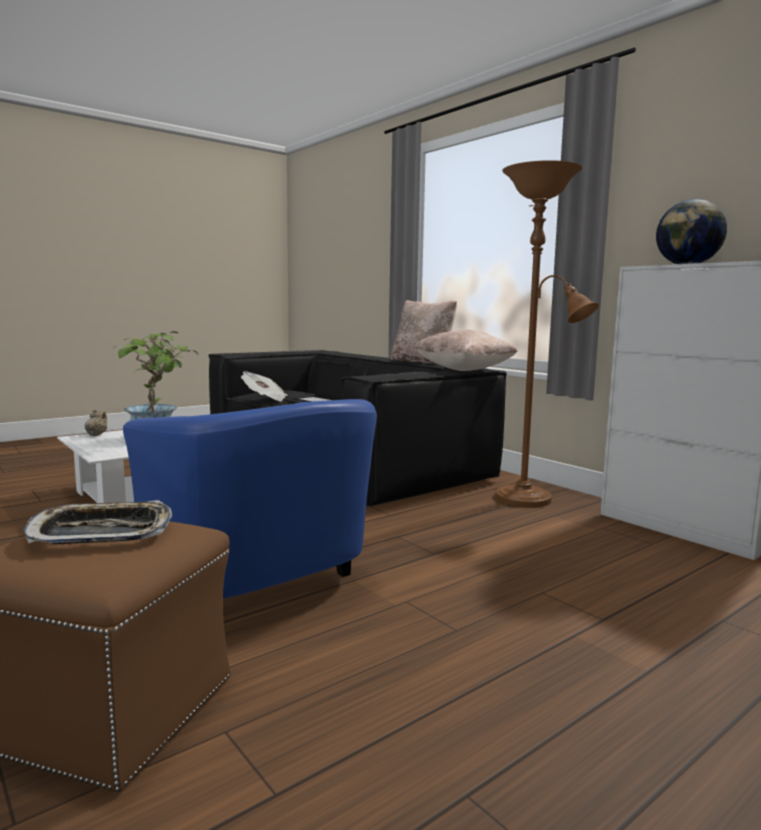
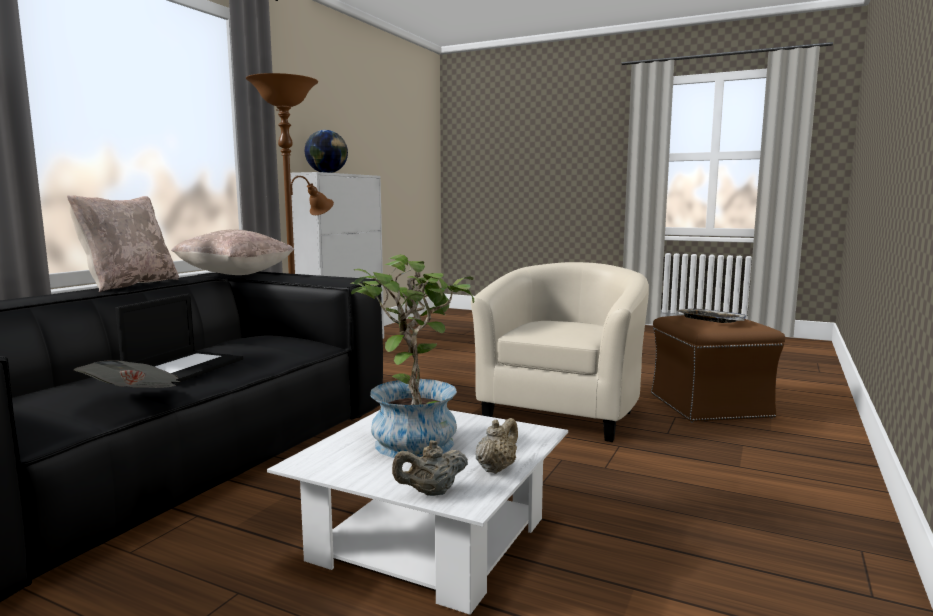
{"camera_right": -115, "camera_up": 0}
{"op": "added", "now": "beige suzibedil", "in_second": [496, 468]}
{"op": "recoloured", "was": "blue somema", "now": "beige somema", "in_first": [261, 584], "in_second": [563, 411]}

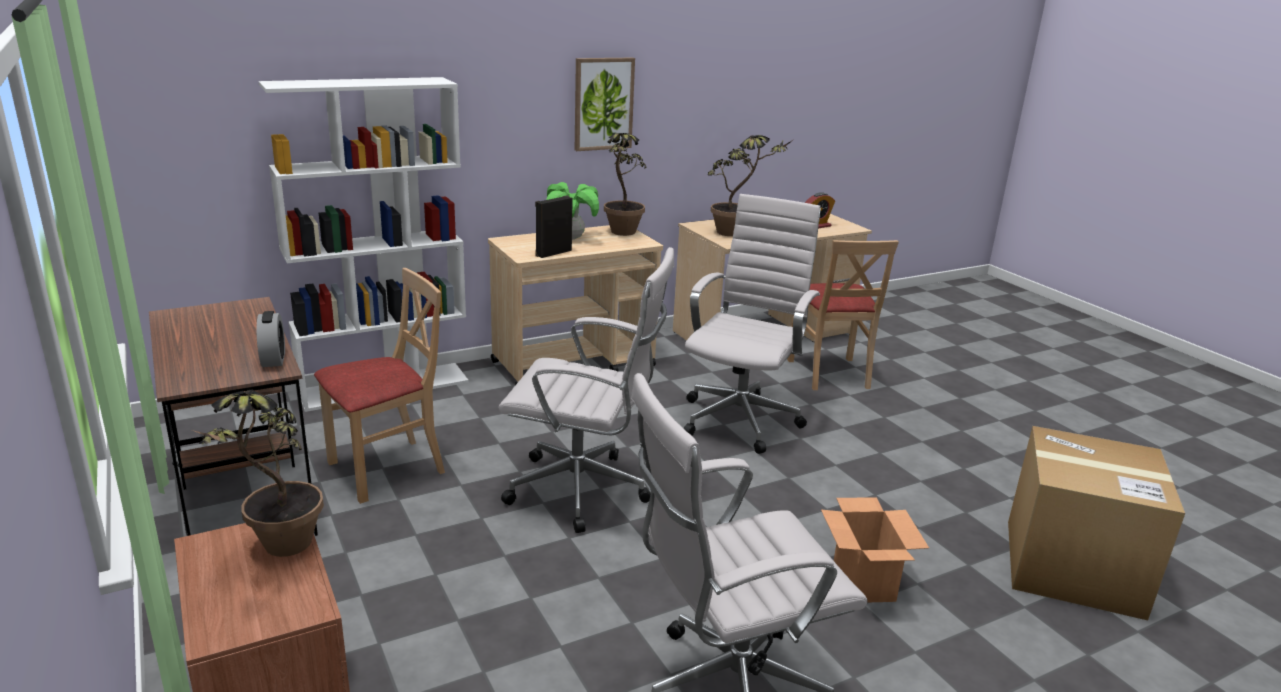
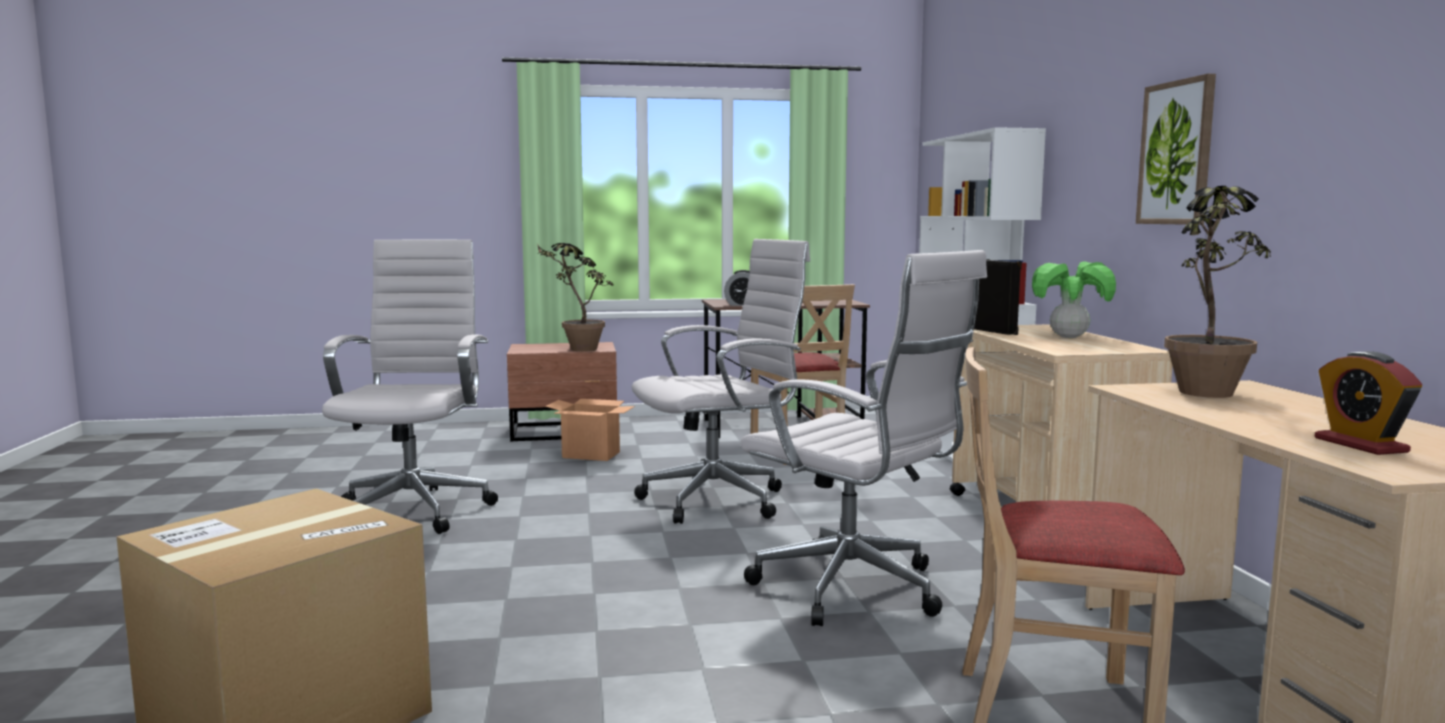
{"camera_right": 110, "camera_up": -15}
{"op": "removed", "was": "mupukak", "in_first": [621, 234]}
{"op": "moved", "was": "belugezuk", "in_first": [863, 581], "in_second": [592, 455]}
{"op": "turned", "was": "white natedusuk", "in_first": [584, 491], "in_second": [720, 500], "clockwise": -150}

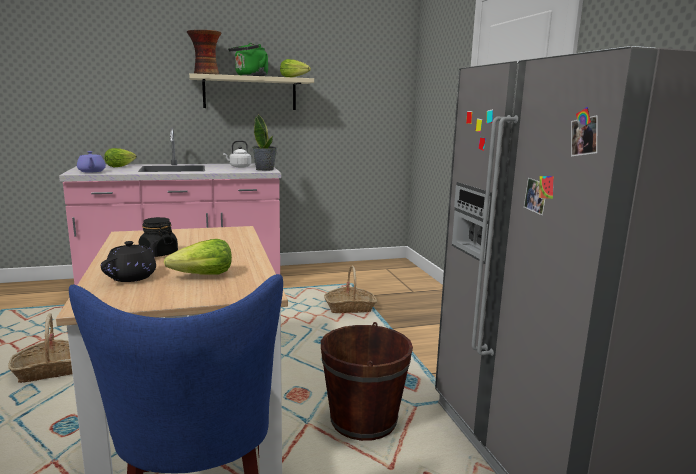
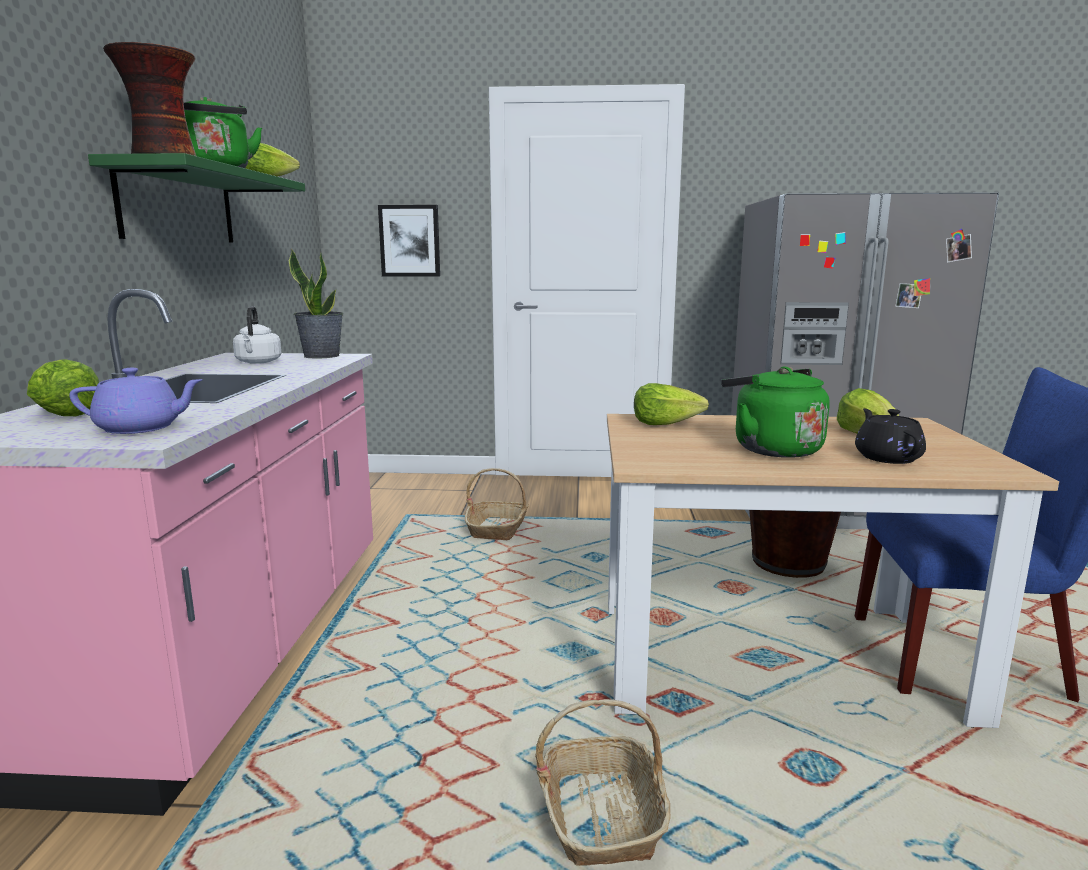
{"camera_right": -70, "camera_up": 0}
{"op": "added", "now": "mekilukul", "in_second": [410, 241]}
{"op": "added", "now": "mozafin", "in_second": [665, 423]}
{"op": "replaced", "was": "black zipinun", "now": "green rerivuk", "in_first": [158, 253], "in_second": [771, 449]}
{"op": "recoloured", "was": "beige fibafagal", "now": "green fibafagal", "in_first": [250, 93], "in_second": [178, 206]}
{"op": "turned", "was": "black suzibedil", "in_first": [133, 276], "in_second": [886, 457], "clockwise": 45}

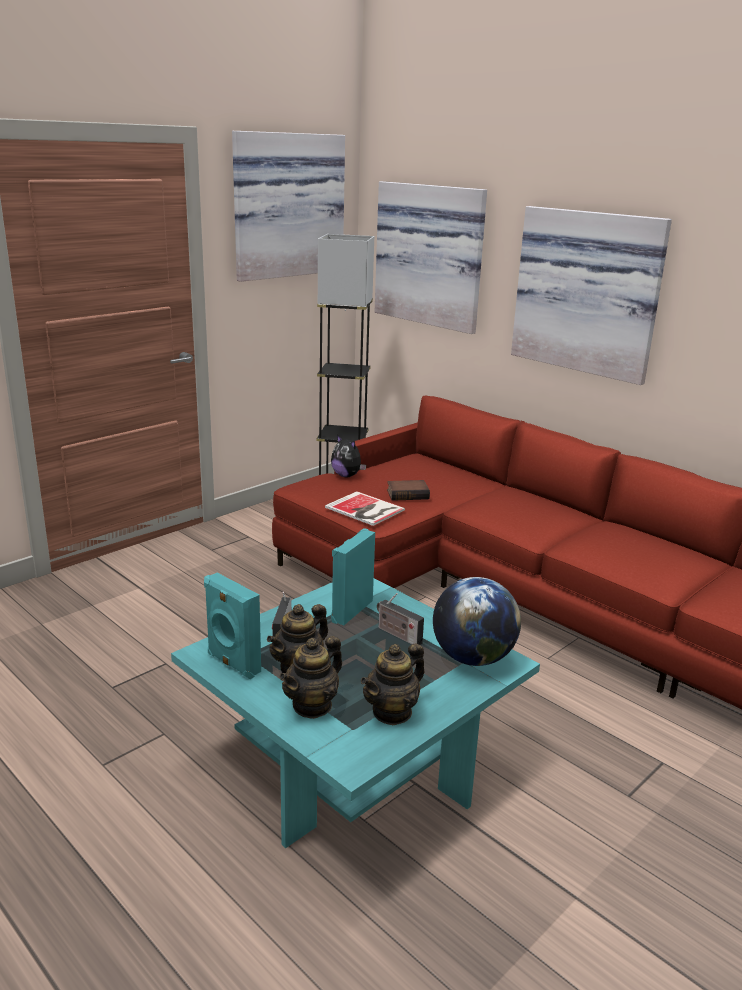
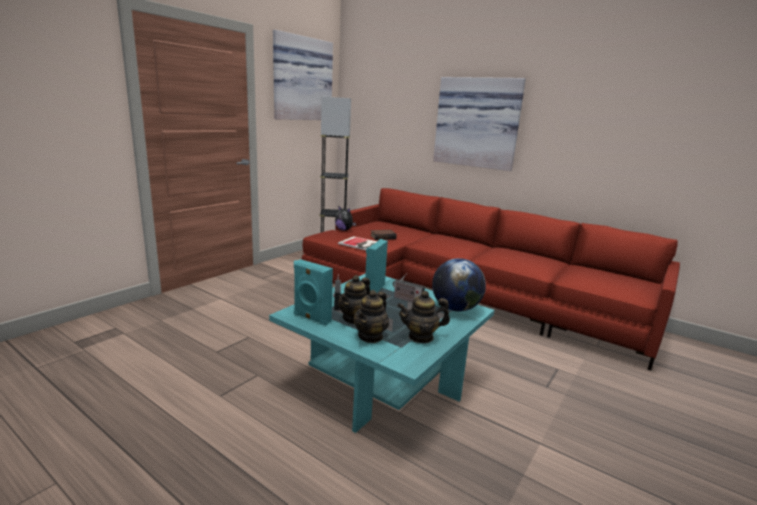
{"camera_right": -10, "camera_up": -5}
{"op": "removed", "was": "mekilukul", "in_first": [431, 255]}
{"op": "turned", "was": "suzibedil", "in_first": [392, 712], "in_second": [421, 337], "clockwise": 45}

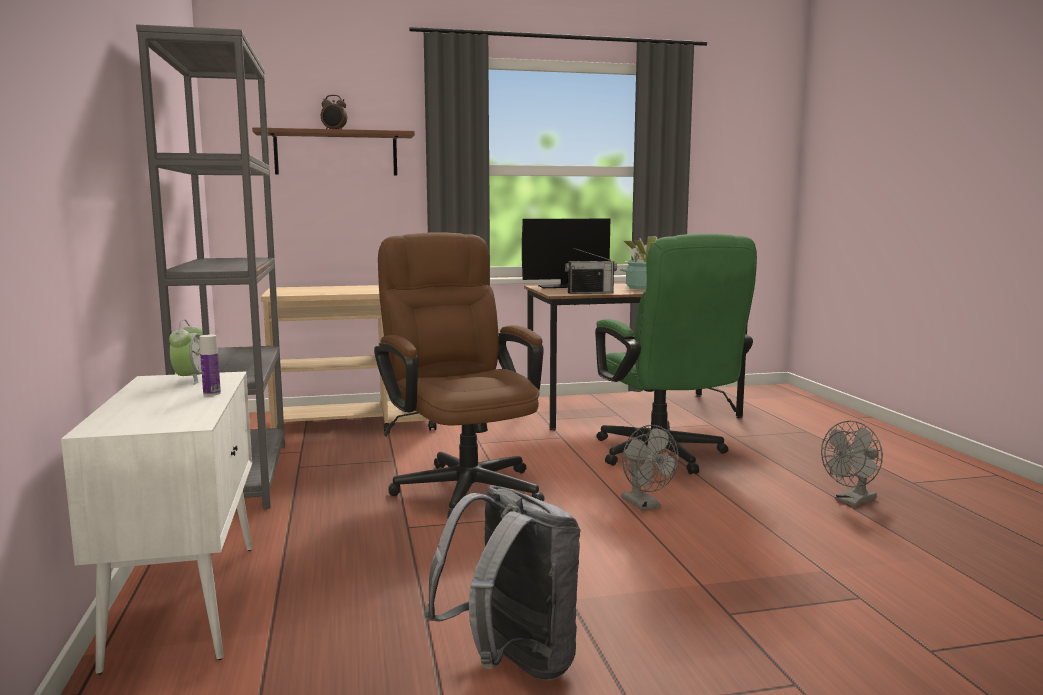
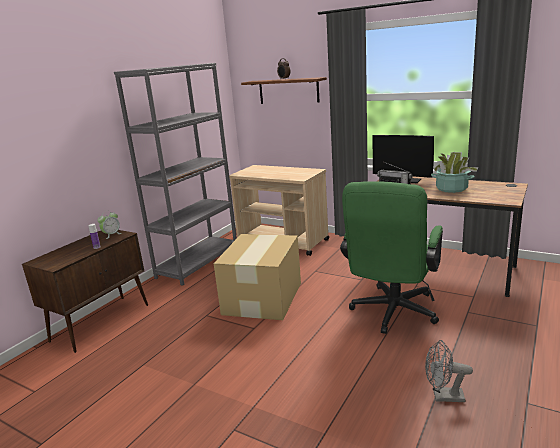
{"camera_right": 45, "camera_up": 10}
{"op": "removed", "was": "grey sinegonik", "in_first": [512, 664]}
{"op": "removed", "was": "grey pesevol", "in_first": [645, 505]}
{"op": "replaced", "was": "brown natedusuk", "now": "belugezuk", "in_first": [462, 485], "in_second": [263, 297]}
{"op": "recoloured", "was": "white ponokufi", "now": "brown ponokufi", "in_first": [186, 601], "in_second": [102, 322]}

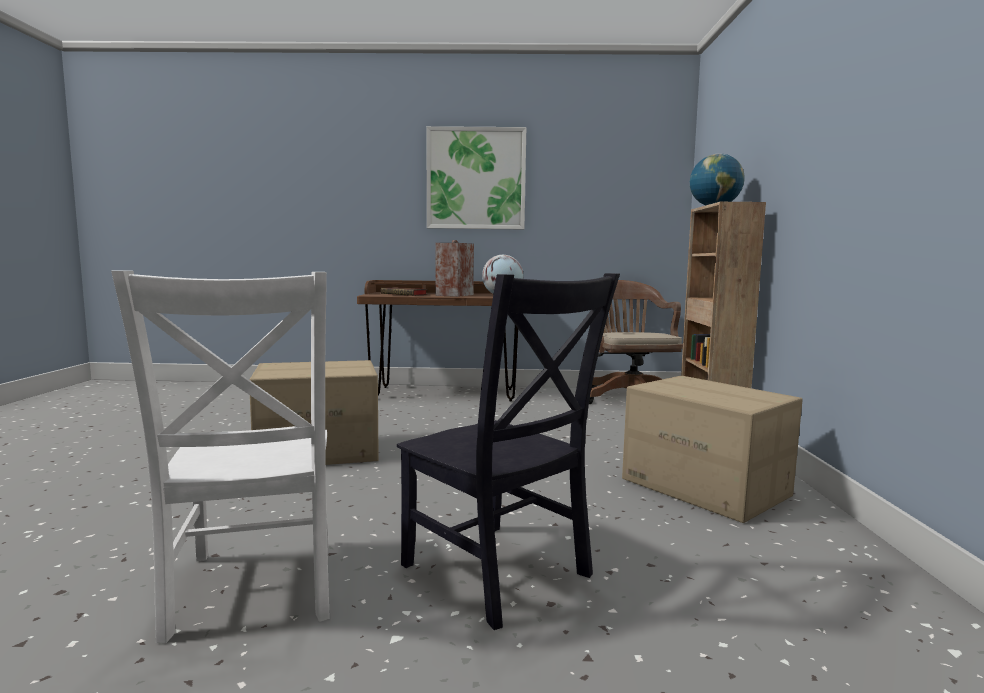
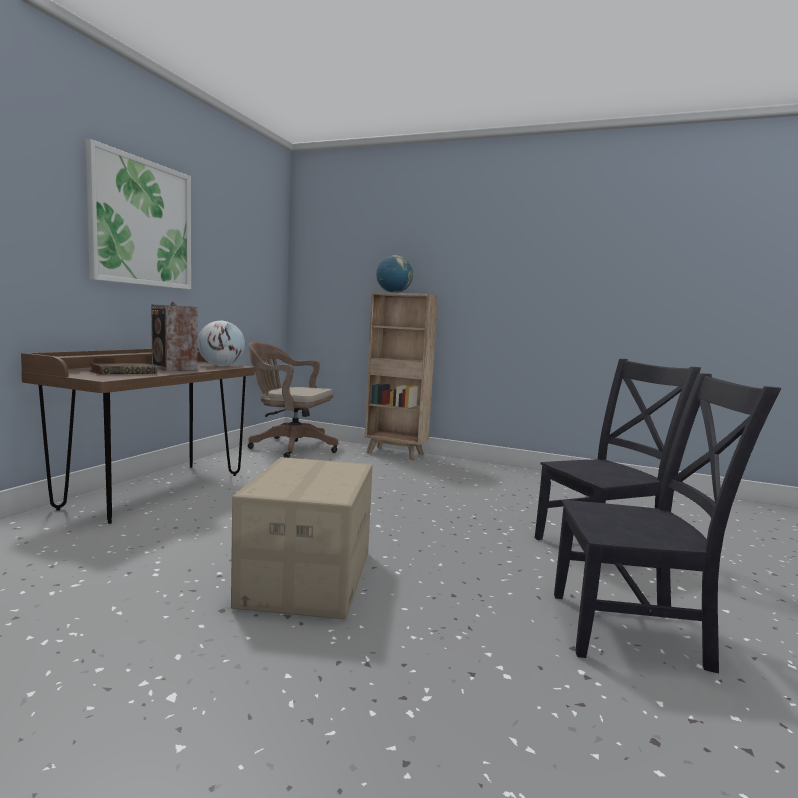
{"camera_right": -70, "camera_up": 0}
{"op": "removed", "was": "belugezuk", "in_first": [706, 487]}
{"op": "recoloured", "was": "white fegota", "now": "black fegota", "in_first": [253, 591], "in_second": [635, 630]}

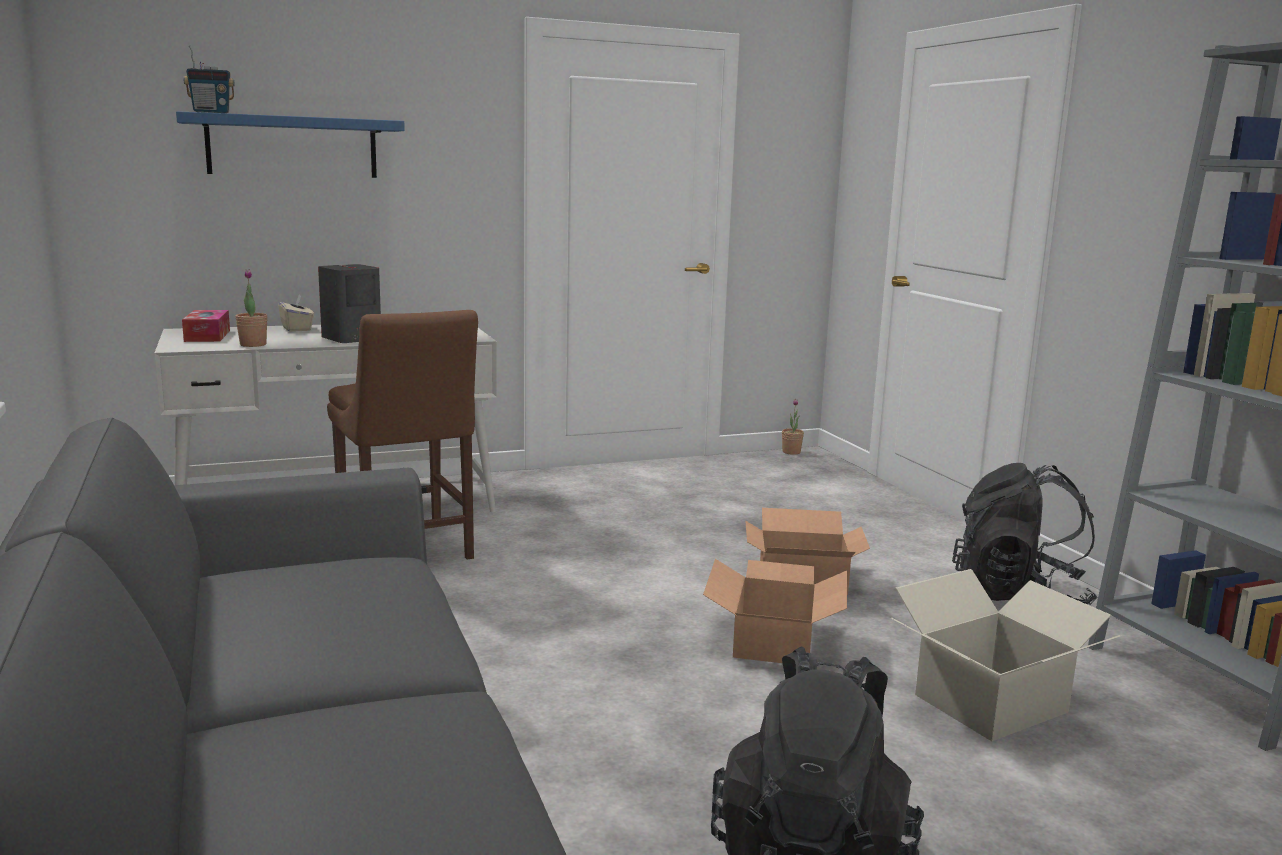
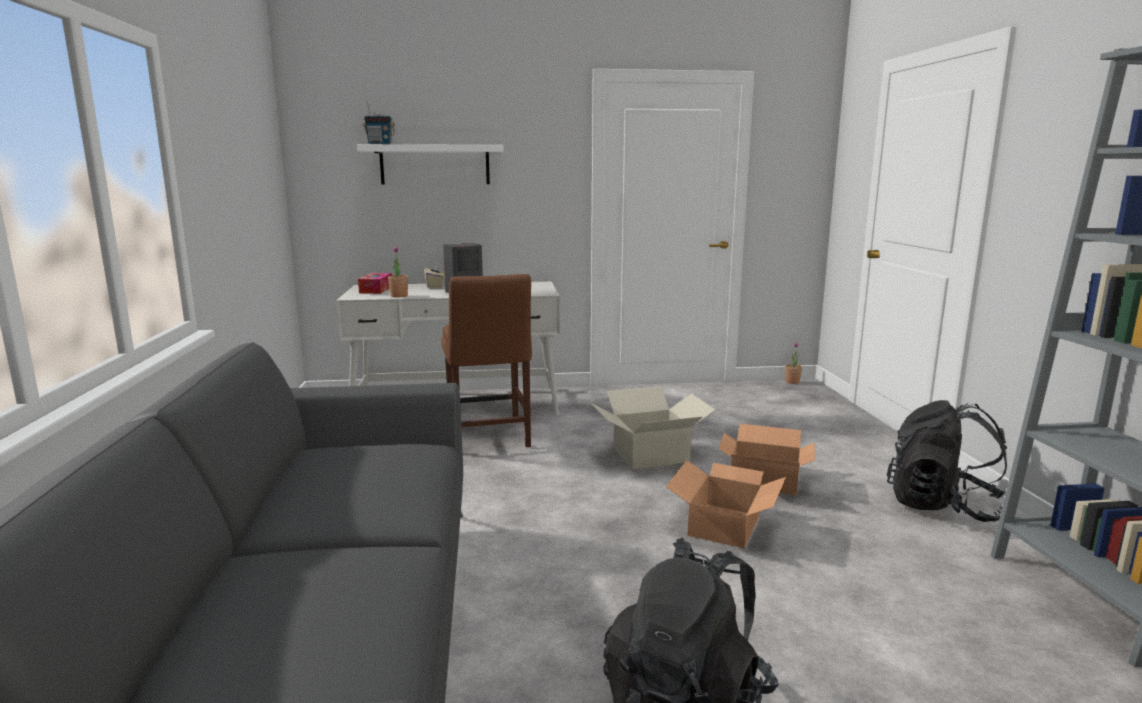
{"camera_right": 15, "camera_up": 0}
{"op": "moved", "was": "belugezuk", "in_first": [992, 704], "in_second": [651, 455]}
{"op": "recoloured", "was": "blue fibafagal", "now": "white fibafagal", "in_first": [292, 147], "in_second": [435, 165]}

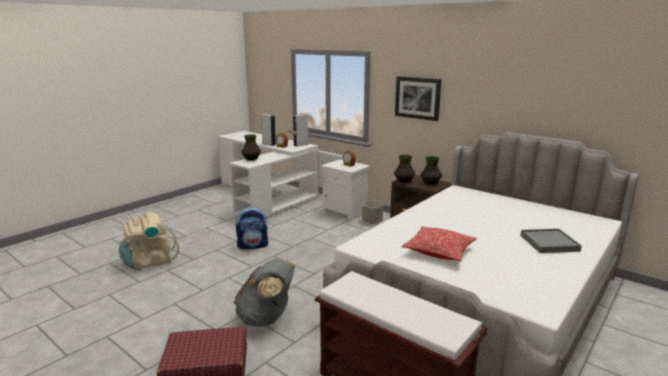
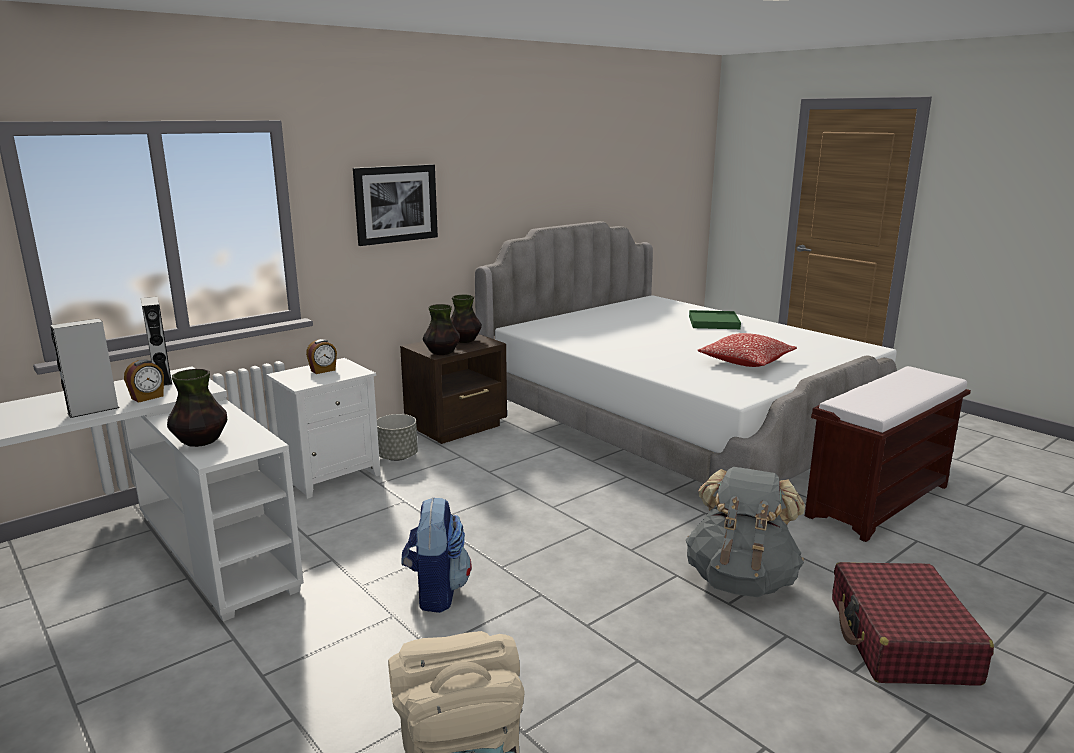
{"camera_right": -80, "camera_up": 0}
{"op": "recoloured", "was": "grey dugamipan", "now": "green dugamipan", "in_first": [549, 243], "in_second": [713, 323]}

